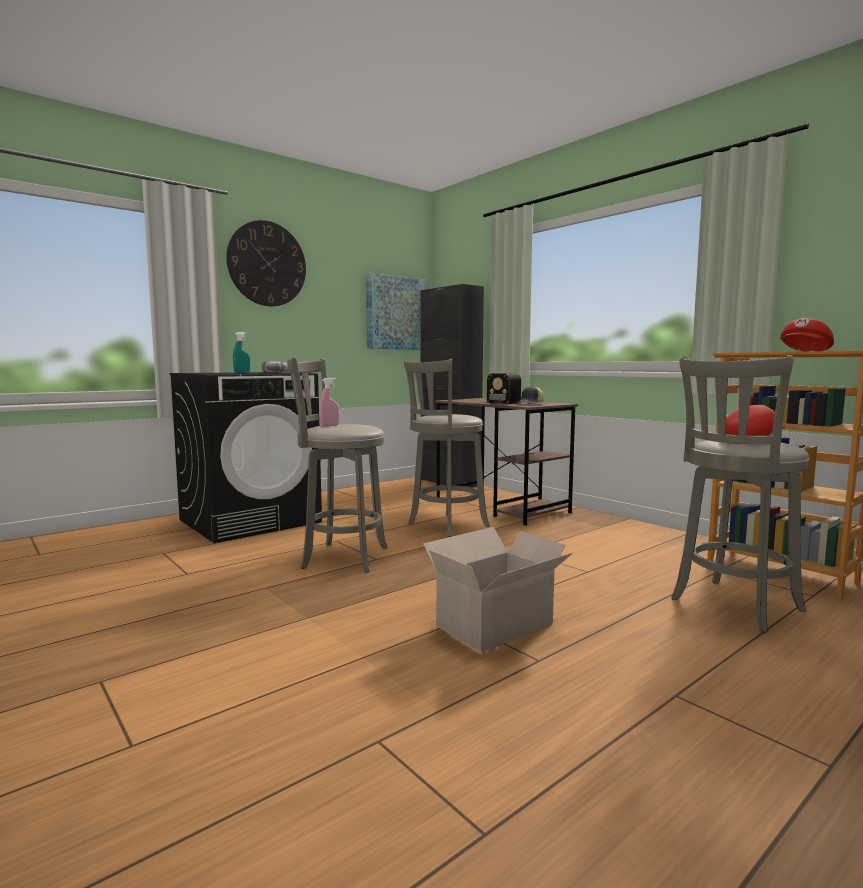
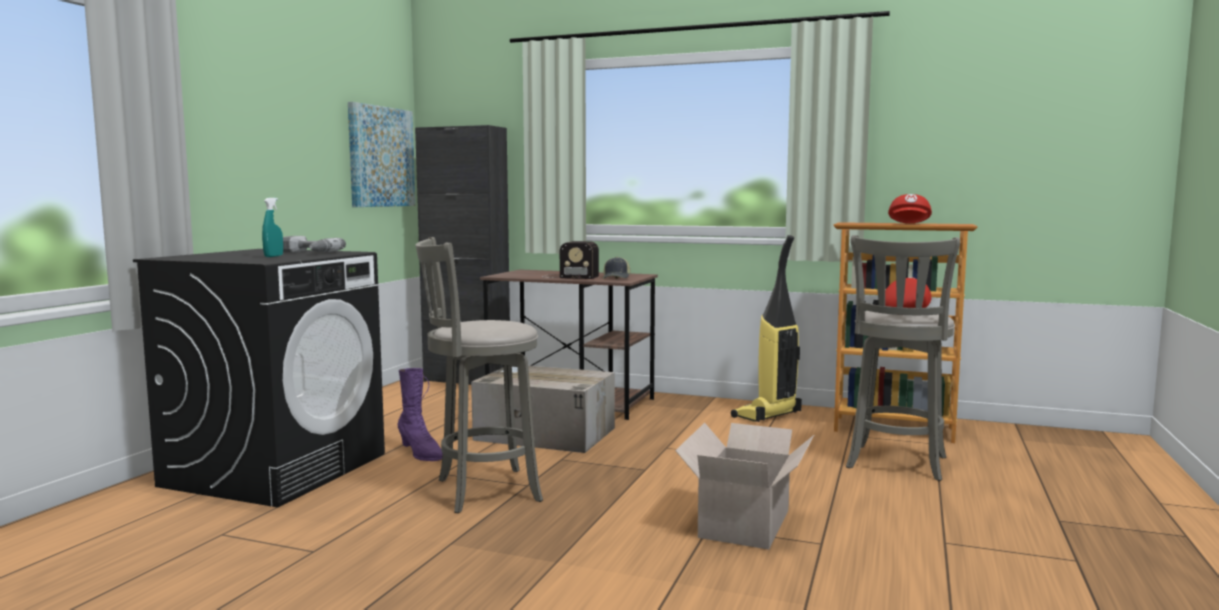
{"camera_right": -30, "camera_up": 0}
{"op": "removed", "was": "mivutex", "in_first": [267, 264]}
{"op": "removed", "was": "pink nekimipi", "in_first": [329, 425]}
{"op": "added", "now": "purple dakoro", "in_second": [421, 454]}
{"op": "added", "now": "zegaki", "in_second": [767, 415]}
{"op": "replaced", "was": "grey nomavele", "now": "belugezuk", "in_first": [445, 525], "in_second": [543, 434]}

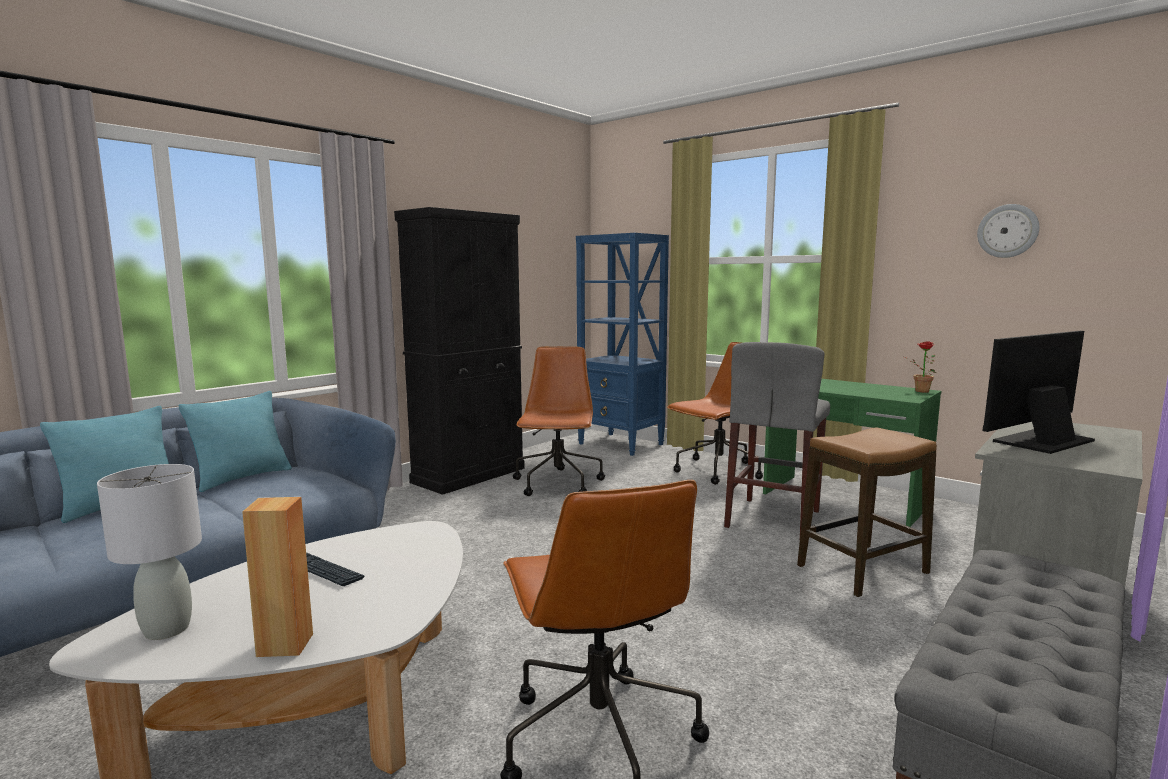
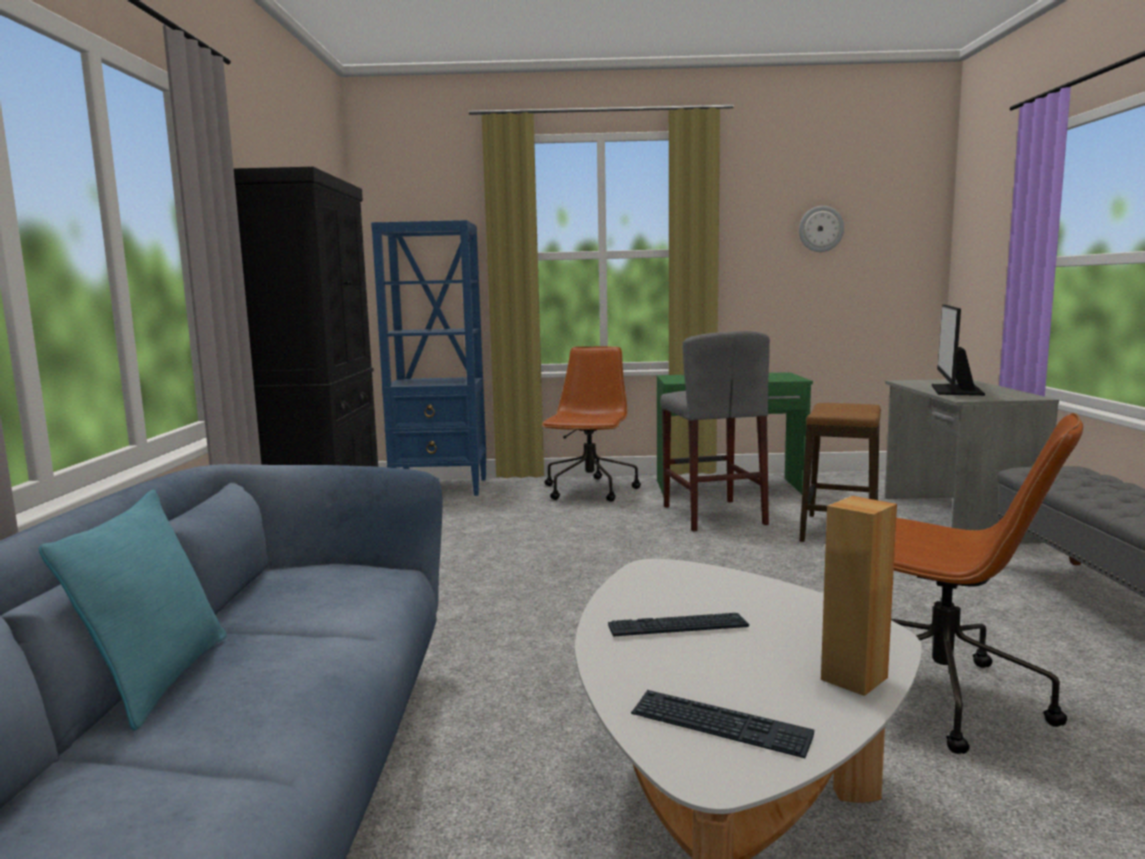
{"camera_right": -40, "camera_up": 0}
{"op": "removed", "was": "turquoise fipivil", "in_first": [242, 478]}
{"op": "removed", "was": "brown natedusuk", "in_first": [558, 484]}
{"op": "removed", "was": "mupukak", "in_first": [919, 391]}
{"op": "replaced", "was": "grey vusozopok", "now": "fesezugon", "in_first": [166, 630], "in_second": [720, 726]}

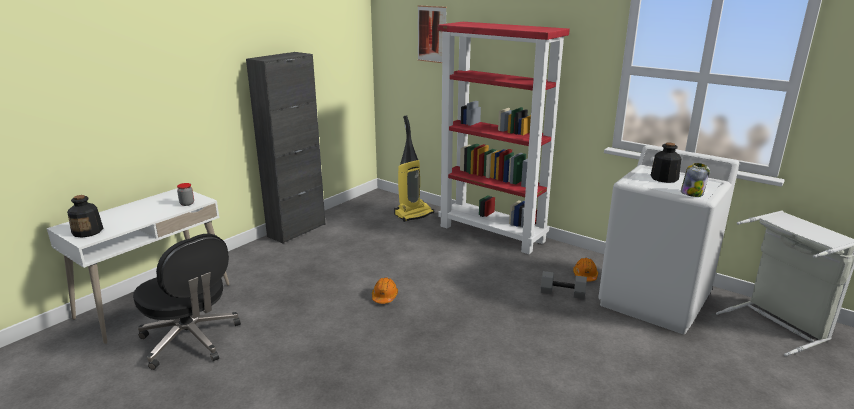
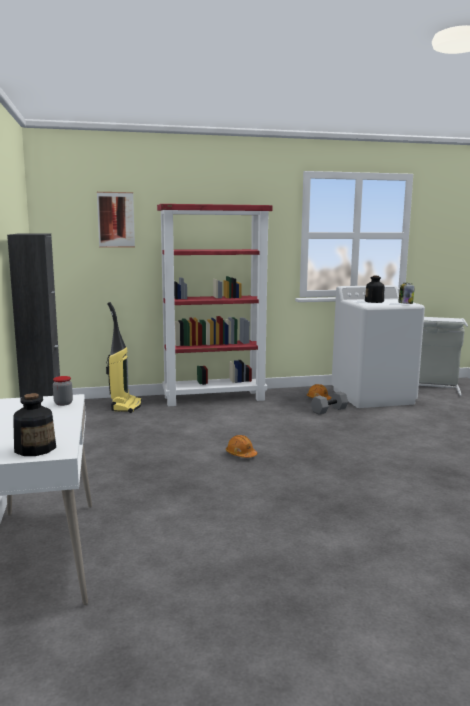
{"camera_right": -50, "camera_up": -10}
{"op": "removed", "was": "black natedusuk", "in_first": [191, 340]}

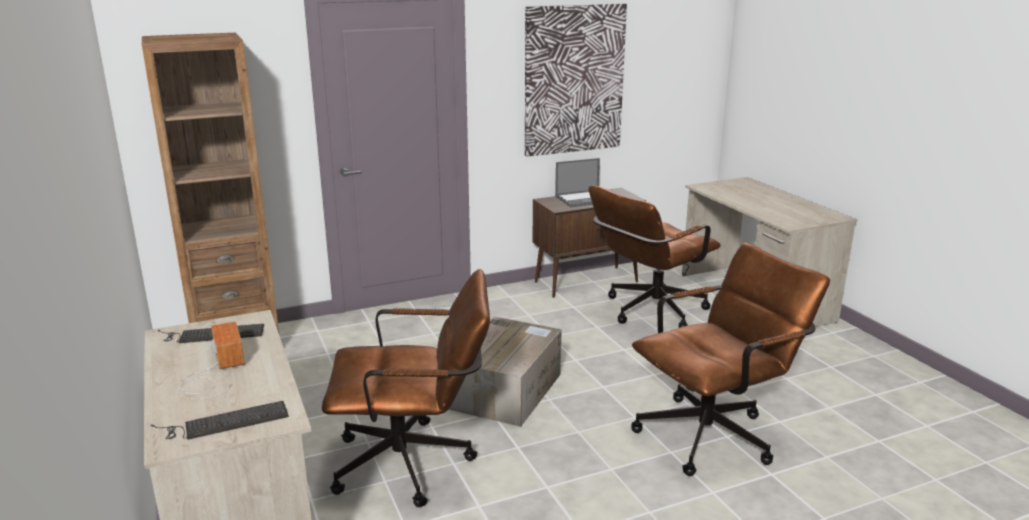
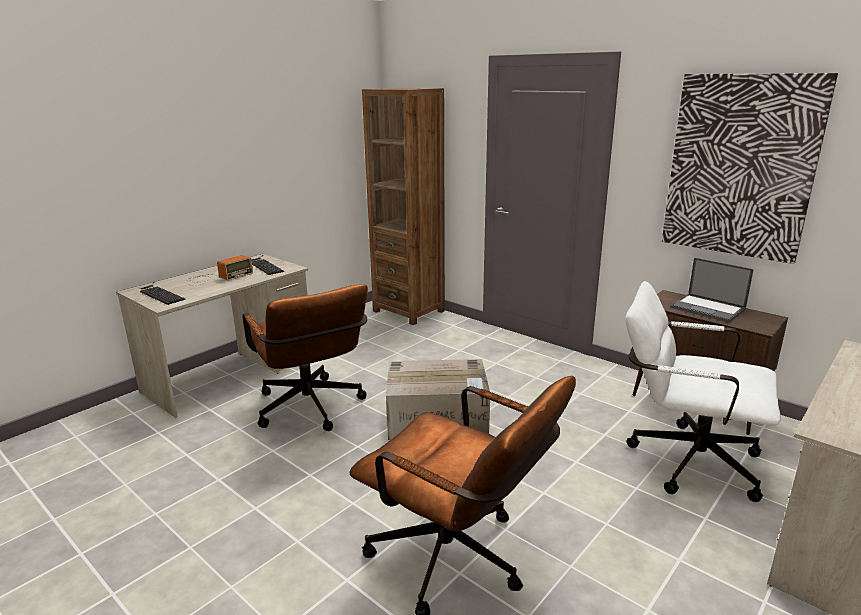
{"camera_right": 65, "camera_up": 0}
{"op": "recoloured", "was": "brown natedusuk", "now": "white natedusuk", "in_first": [648, 312], "in_second": [683, 459]}

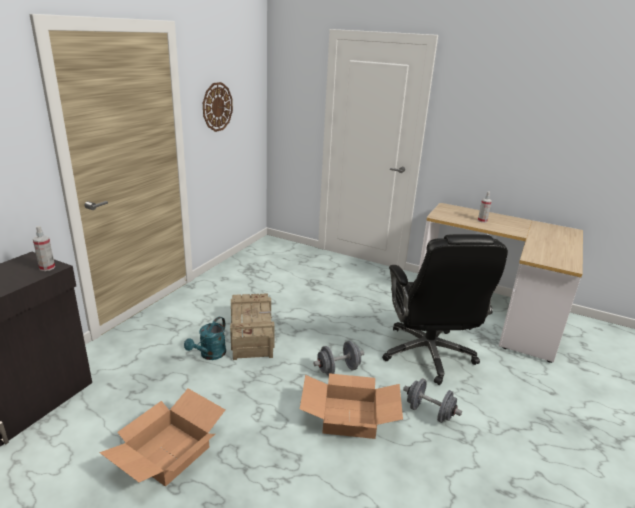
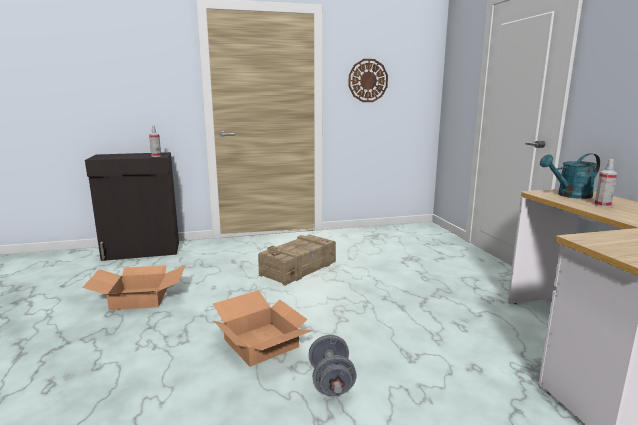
{"camera_right": 50, "camera_up": -10}
{"op": "removed", "was": "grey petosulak", "in_first": [338, 369]}
{"op": "removed", "was": "black natedusuk", "in_first": [428, 354]}
{"op": "moved", "was": "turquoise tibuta", "in_first": [210, 355], "in_second": [569, 195]}

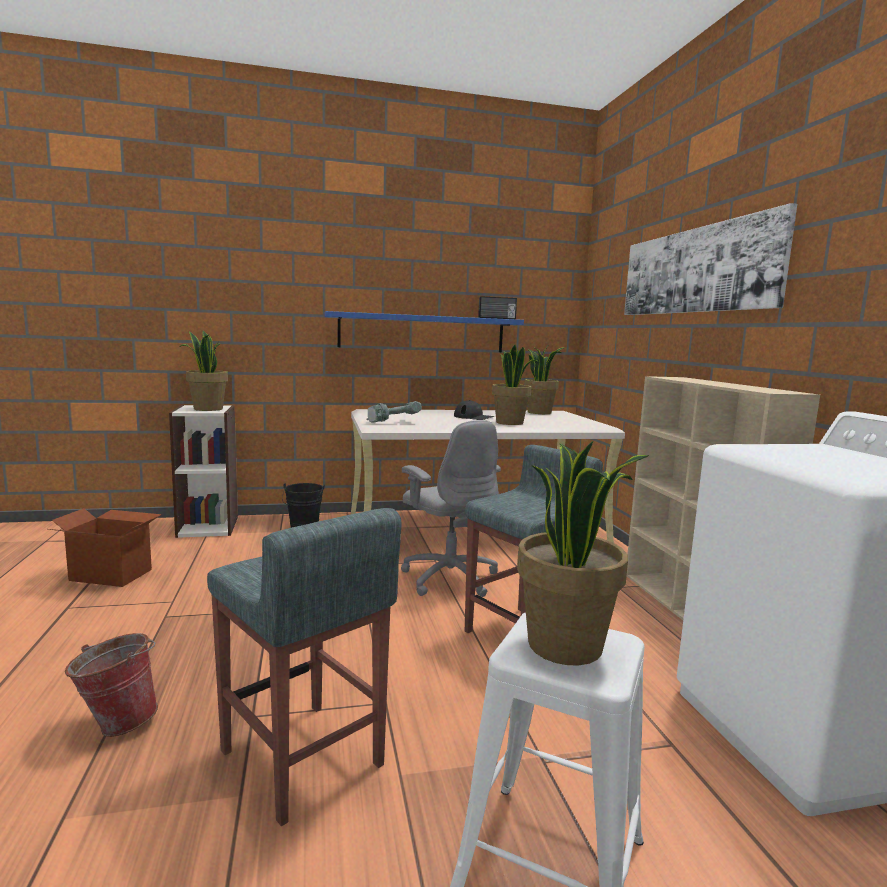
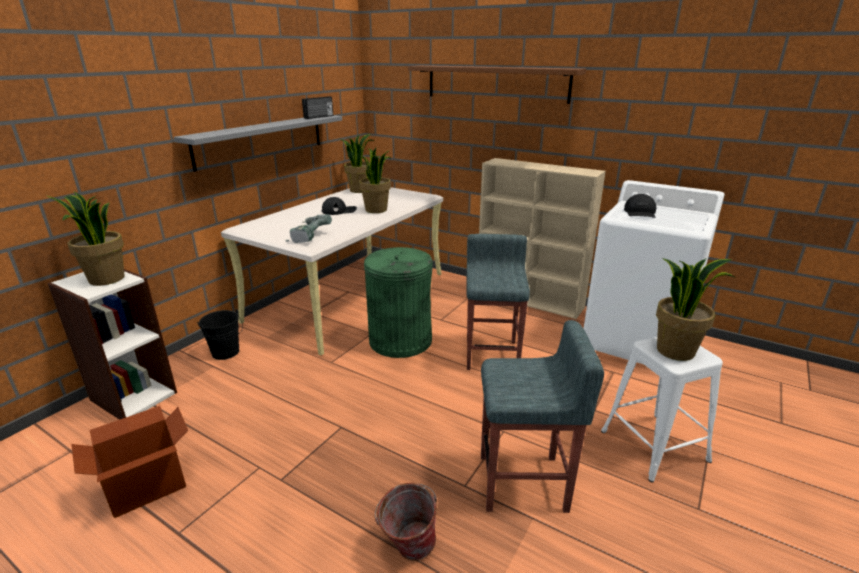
{"camera_right": -45, "camera_up": 15}
{"op": "added", "now": "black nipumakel", "in_second": [640, 212]}
{"op": "replaced", "was": "grey natedusuk", "now": "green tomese", "in_first": [449, 577], "in_second": [400, 340]}
{"op": "replaced", "was": "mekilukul", "now": "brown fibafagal", "in_first": [695, 271], "in_second": [496, 83]}
{"op": "recoloured", "was": "blue fibafagal", "now": "grey fibafagal", "in_first": [422, 333], "in_second": [261, 140]}

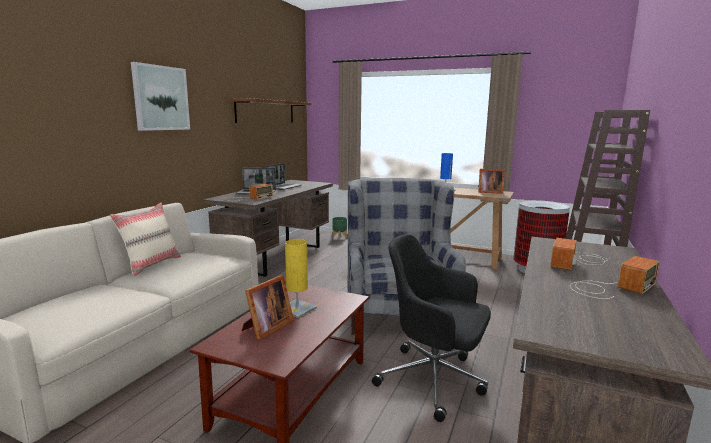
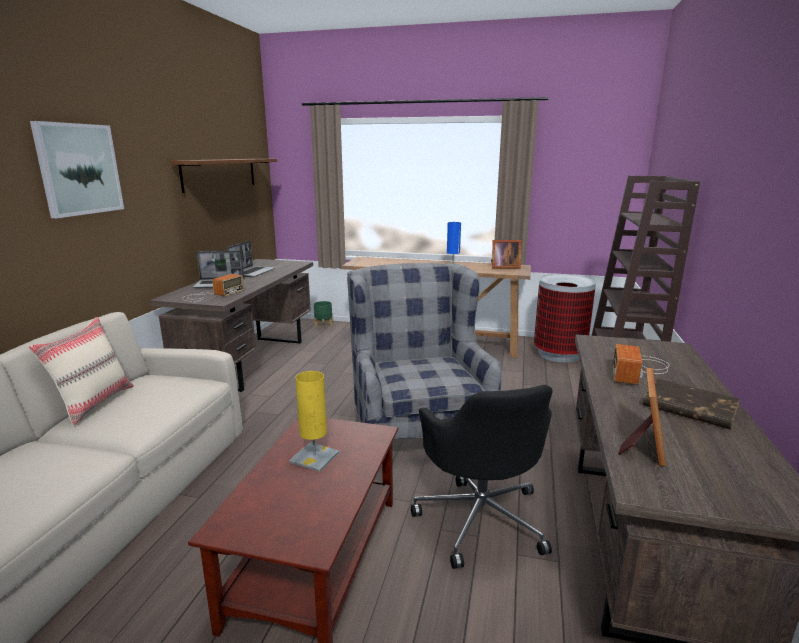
{"camera_right": -10, "camera_up": 5}
{"op": "moved", "was": "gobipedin", "in_first": [266, 328], "in_second": [643, 446]}
{"op": "replaced", "was": "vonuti", "now": "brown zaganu", "in_first": [610, 287], "in_second": [688, 407]}
{"op": "turned", "was": "black natedusuk", "in_first": [434, 380], "in_second": [481, 518], "clockwise": -120}

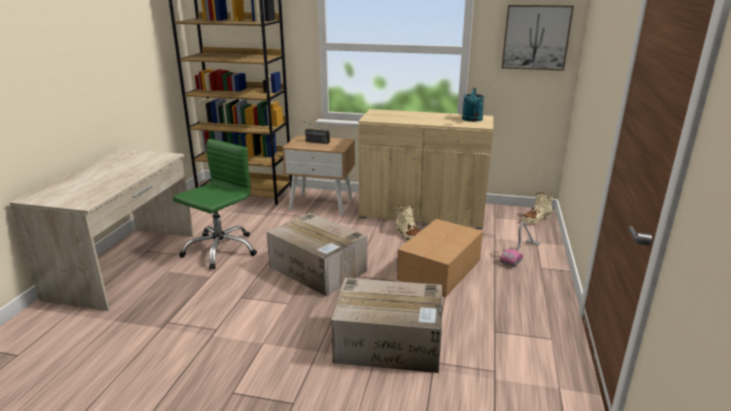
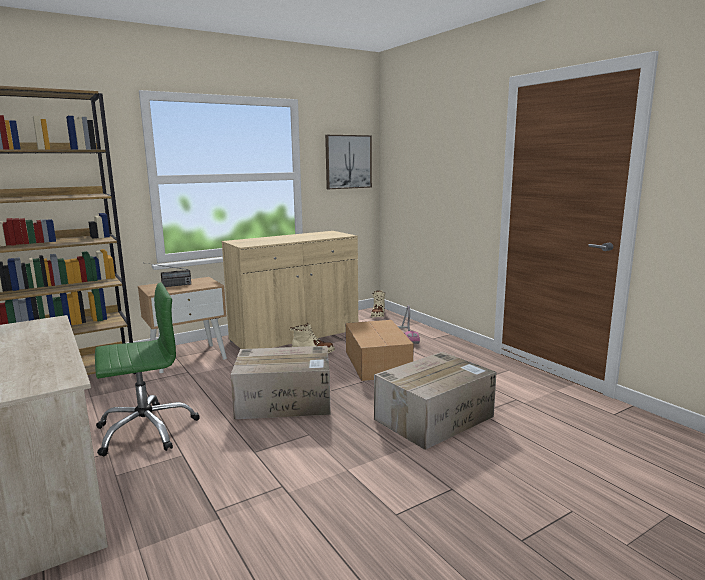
{"camera_right": -45, "camera_up": -10}
{"op": "removed", "was": "turquoise tibuta", "in_first": [472, 120]}
{"op": "turned", "was": "green natedusuk", "in_first": [220, 250], "in_second": [146, 430], "clockwise": 75}

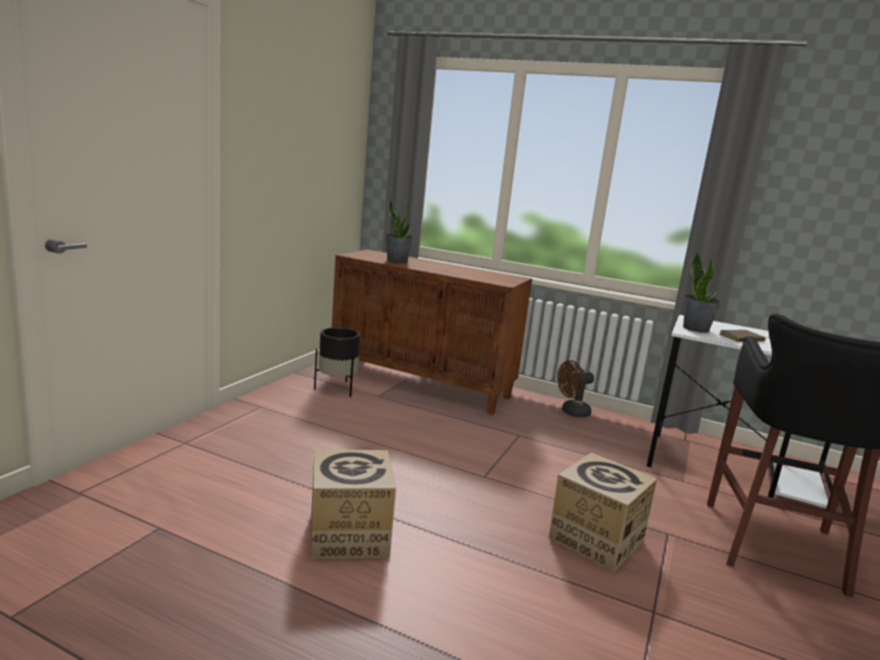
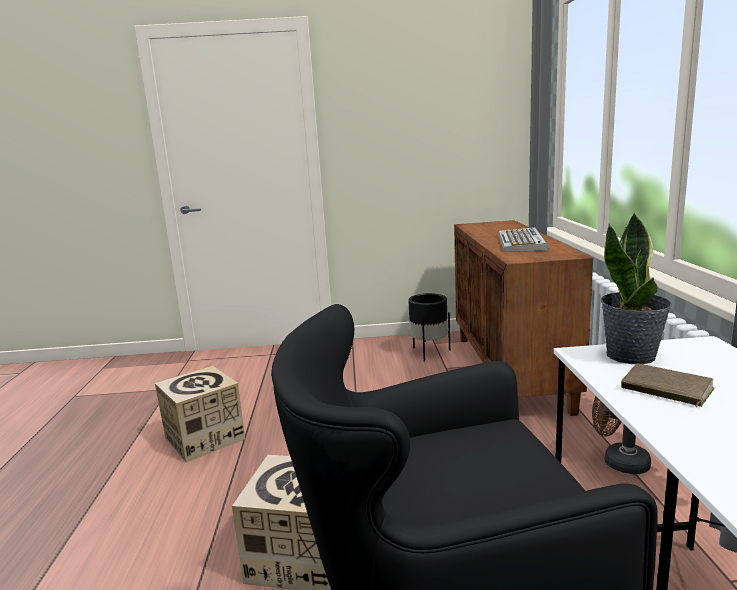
{"camera_right": 65, "camera_up": 0}
{"op": "removed", "was": "mupukak", "in_first": [397, 261]}
{"op": "added", "now": "fesezugon", "in_second": [522, 242]}

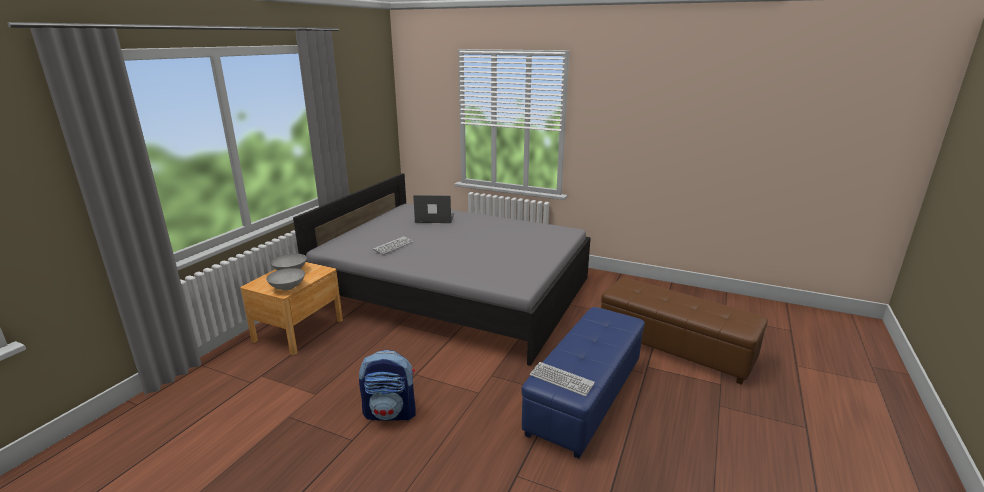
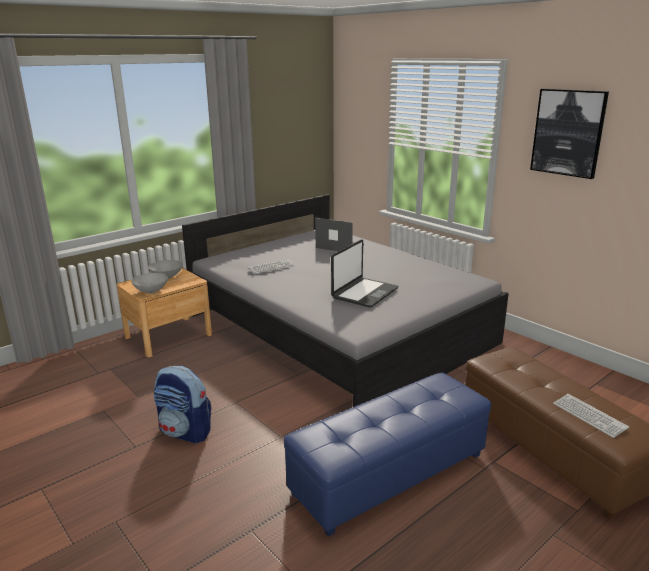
{"camera_right": 25, "camera_up": 0}
{"op": "added", "now": "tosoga", "in_second": [364, 293]}
{"op": "added", "now": "mekilukul", "in_second": [568, 132]}
{"op": "moved", "was": "fesezugon", "in_first": [561, 380], "in_second": [589, 416]}

